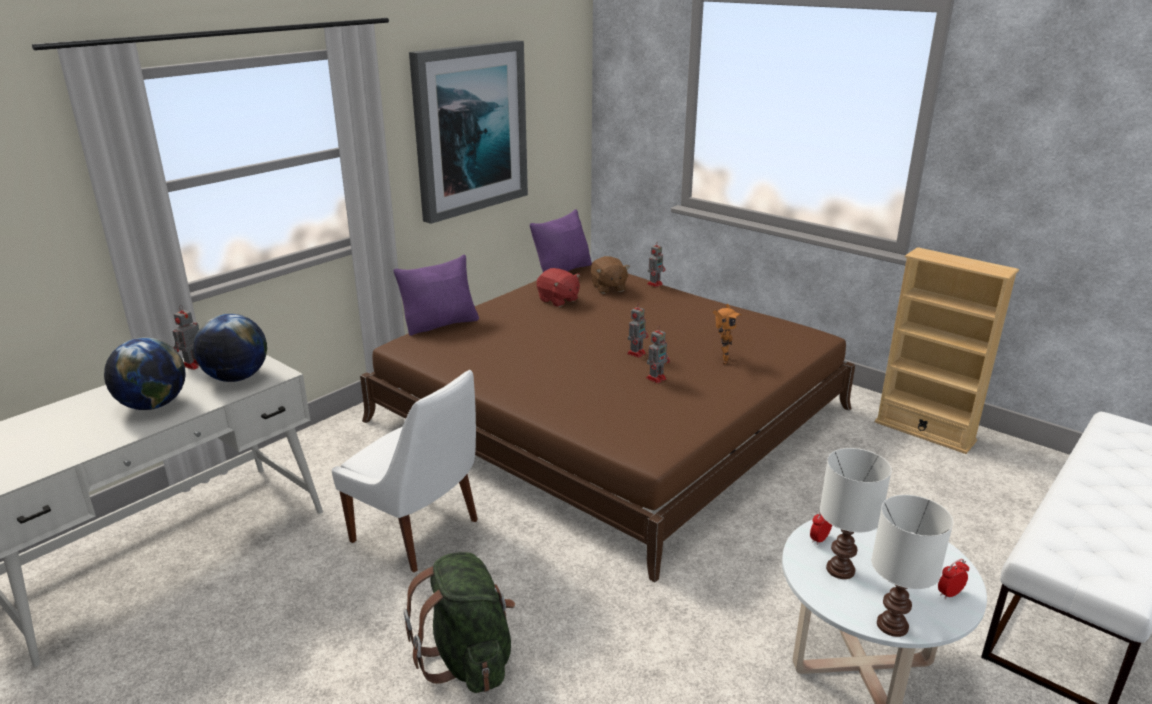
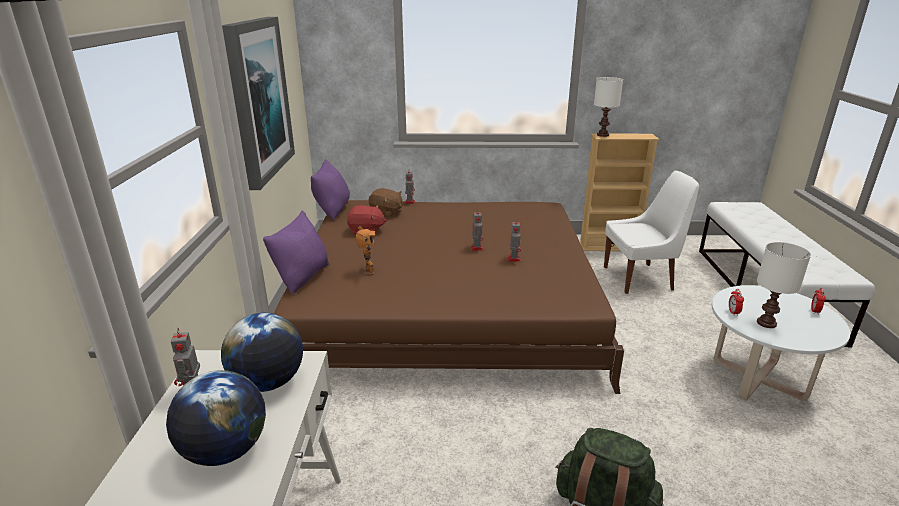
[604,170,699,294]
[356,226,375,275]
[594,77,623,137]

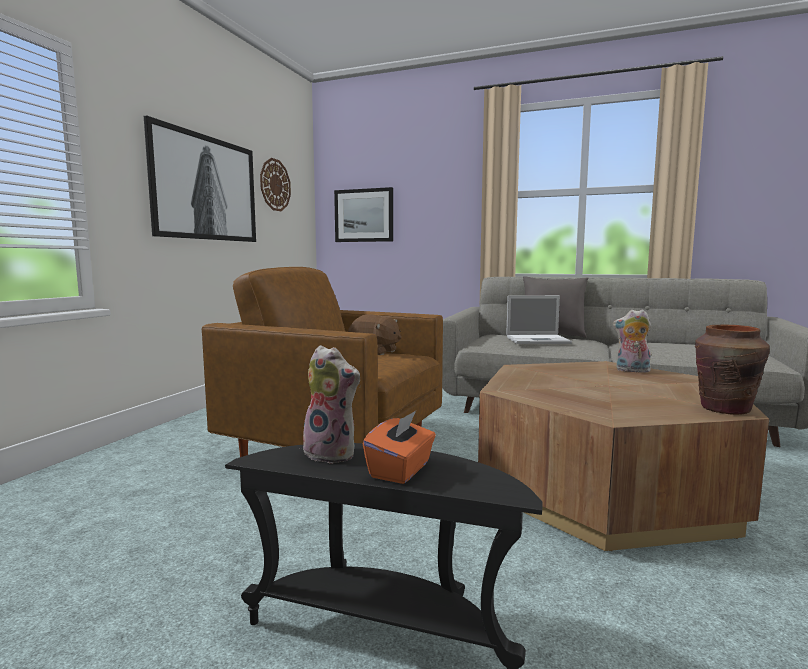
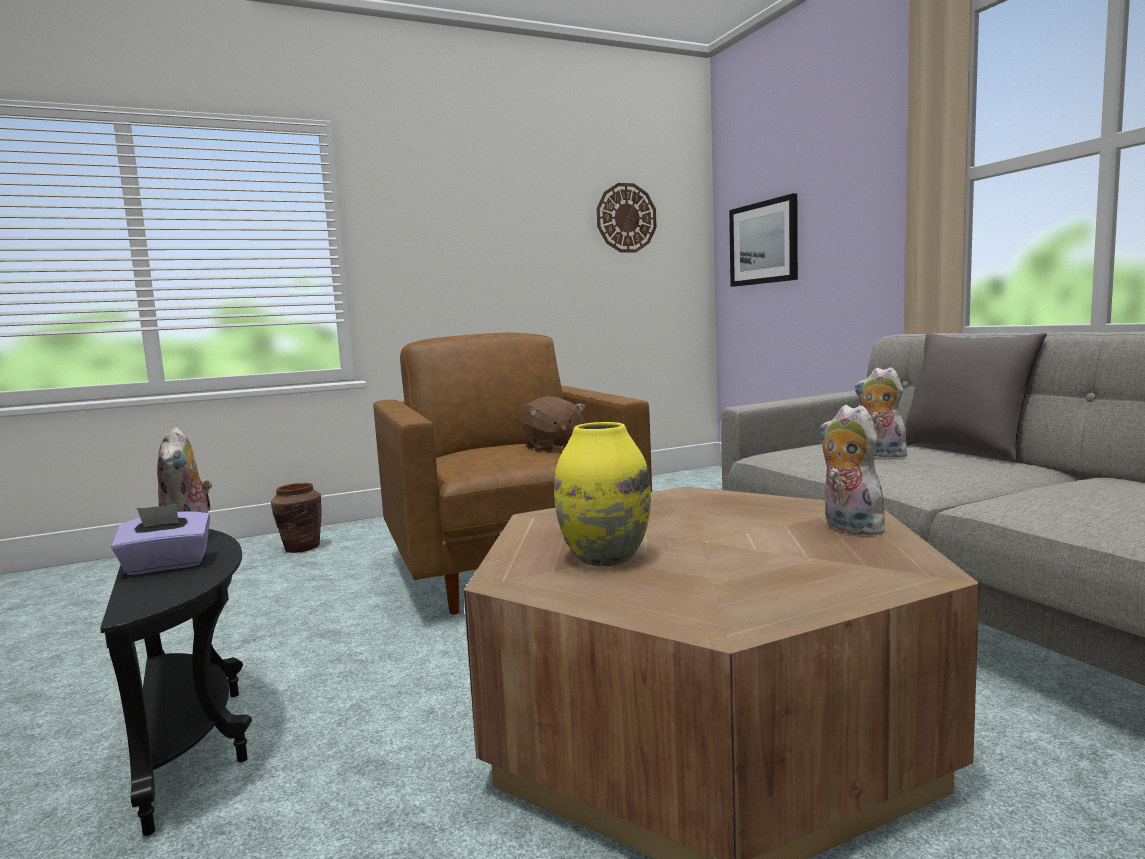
[144,116,256,242] (first image)
[554,422,651,566]
[271,483,322,553]
[855,367,907,458]
[111,504,210,575]

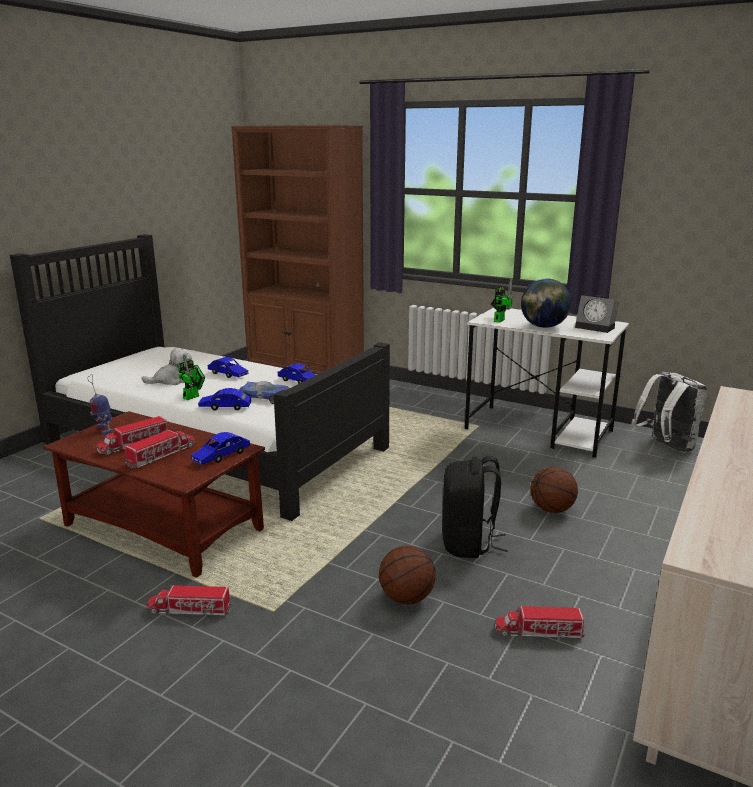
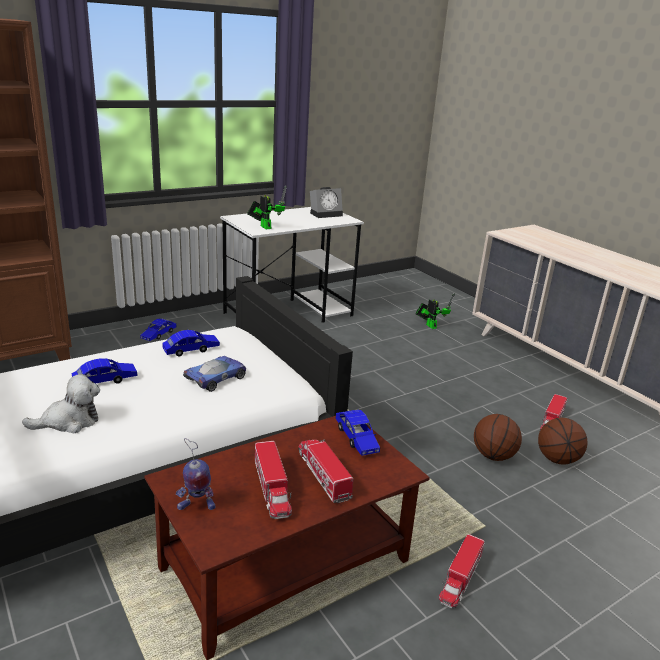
[442,456,508,558] (first image)
[521,278,571,328] (first image)
[631,372,708,453] (first image)
[415,293,455,329]
[140,318,176,341]
[538,418,588,465]
[22,374,100,434]

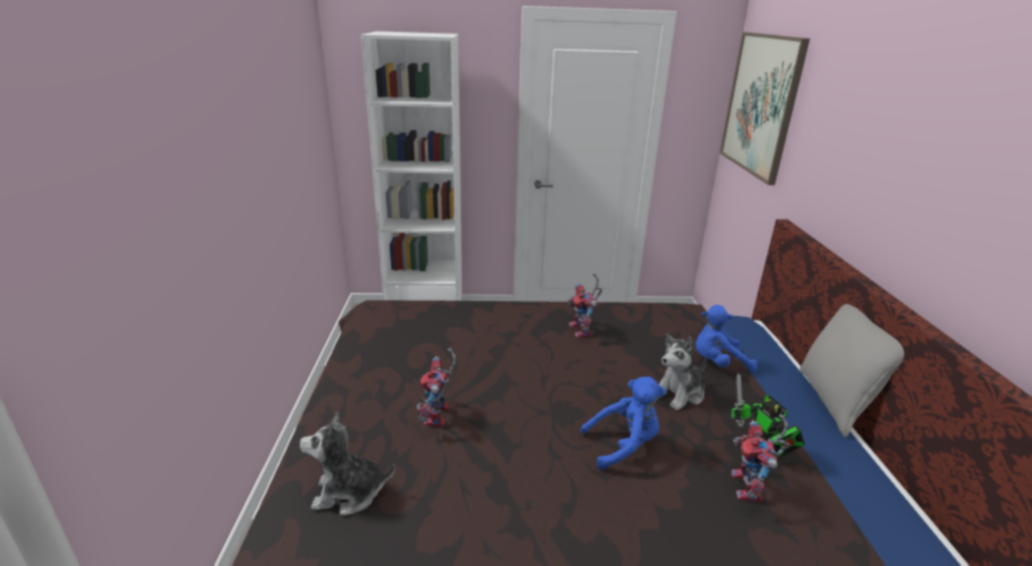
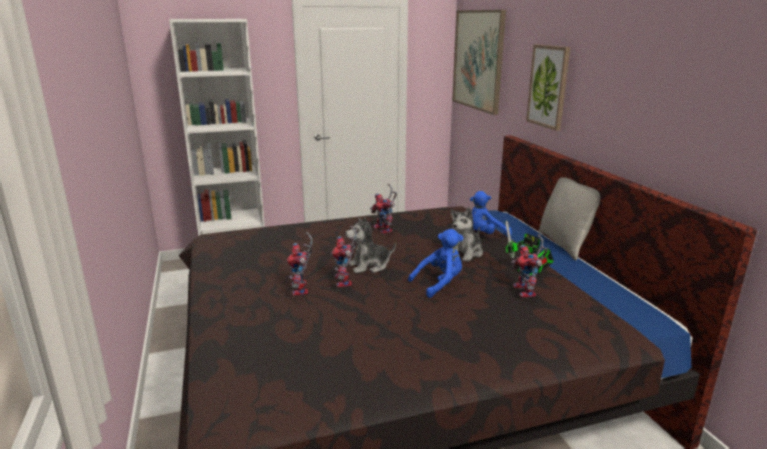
[331,226,357,287]
[526,44,570,131]
[345,217,396,273]

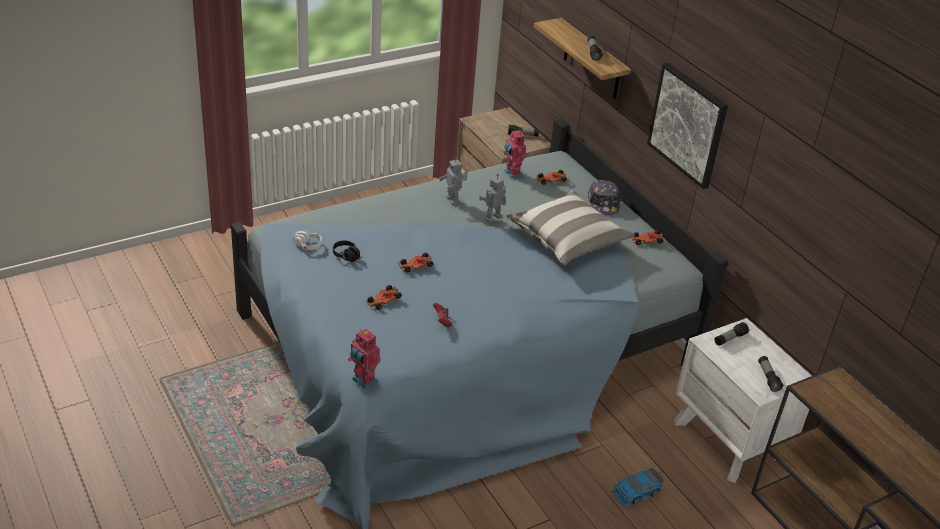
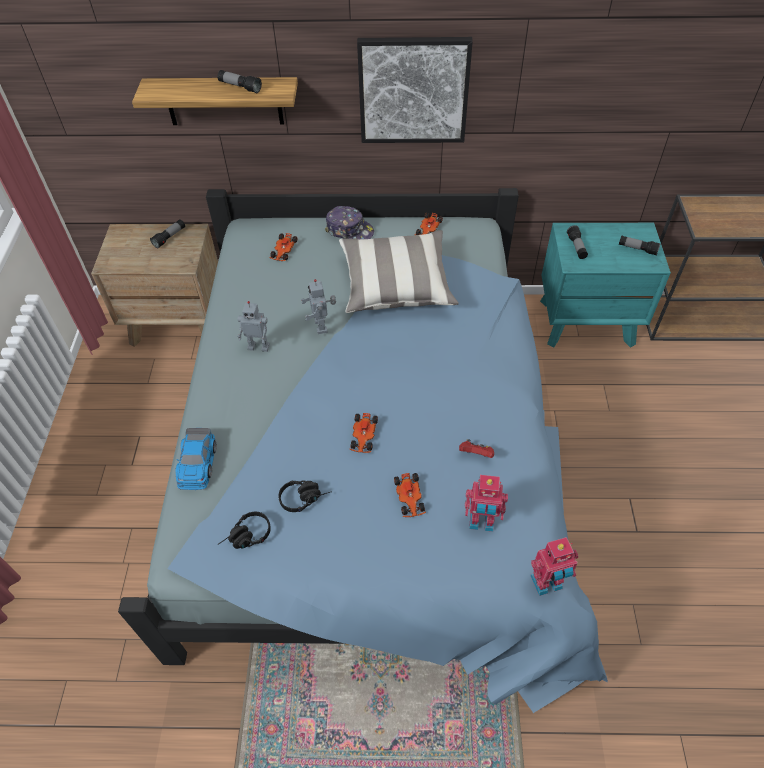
[465,475,508,532]
[175,428,217,490]
[218,511,271,549]
[540,223,671,348]

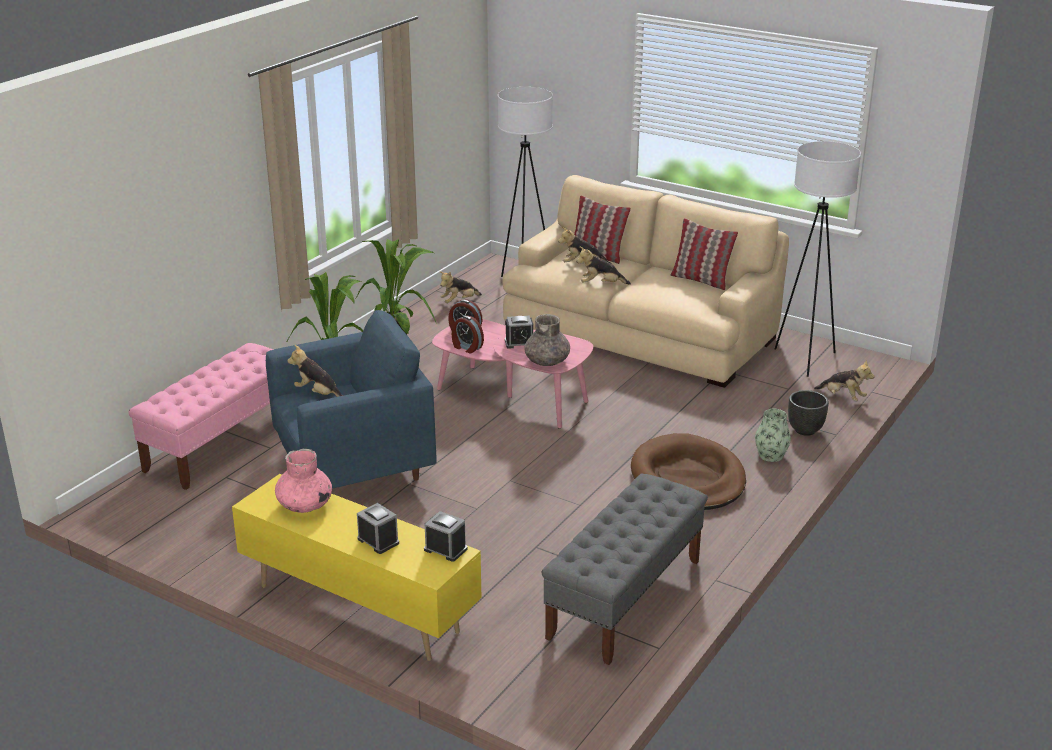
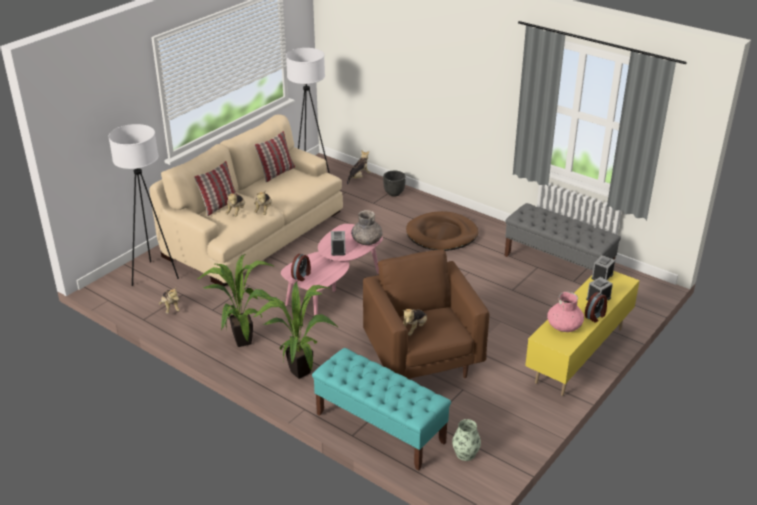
[585,292,607,323]
[452,419,481,461]
[312,348,451,471]
[363,249,489,380]

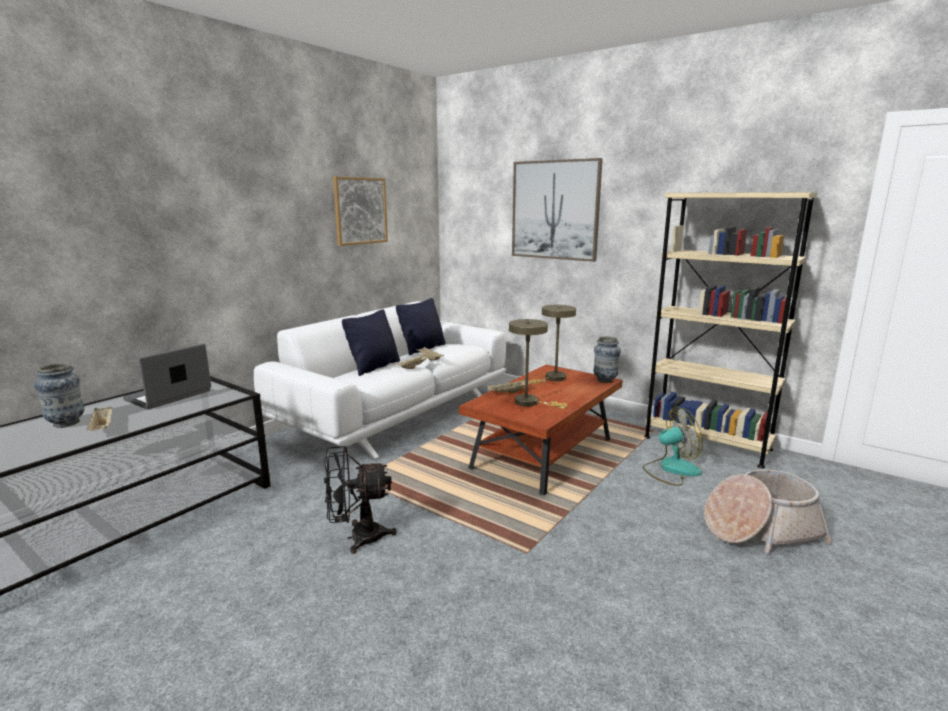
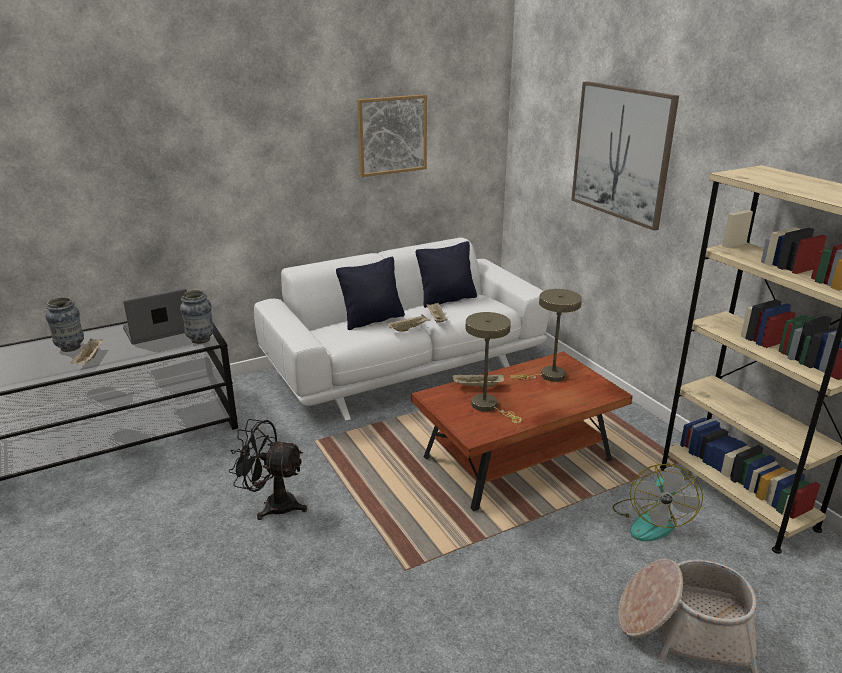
[180,290,214,344]
[612,464,703,541]

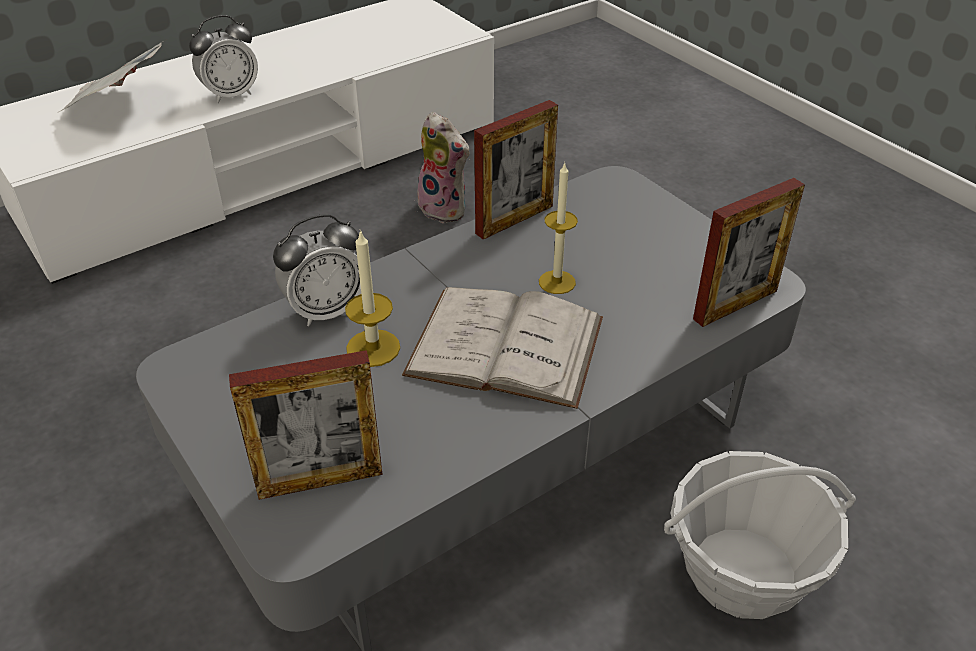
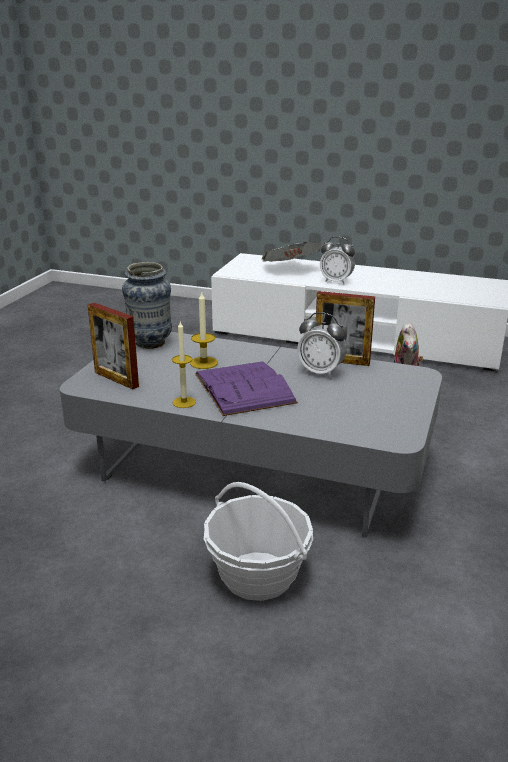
[693,178,805,327] (first image)
[122,262,172,349]
[297,312,347,378]
[172,322,196,408]
[195,361,298,416]

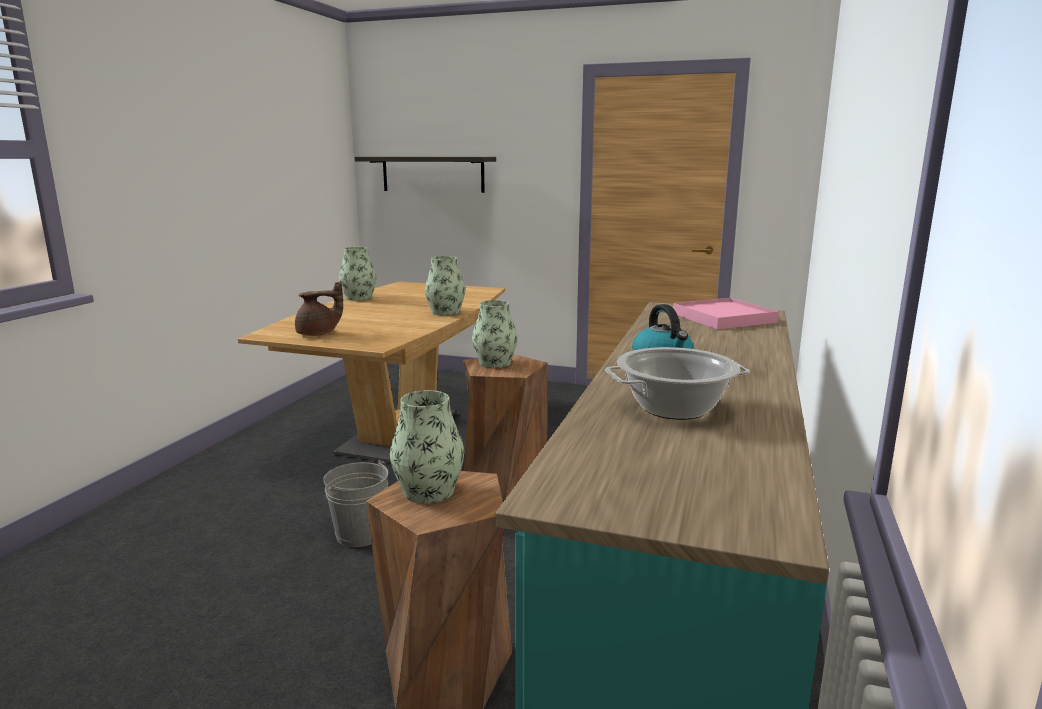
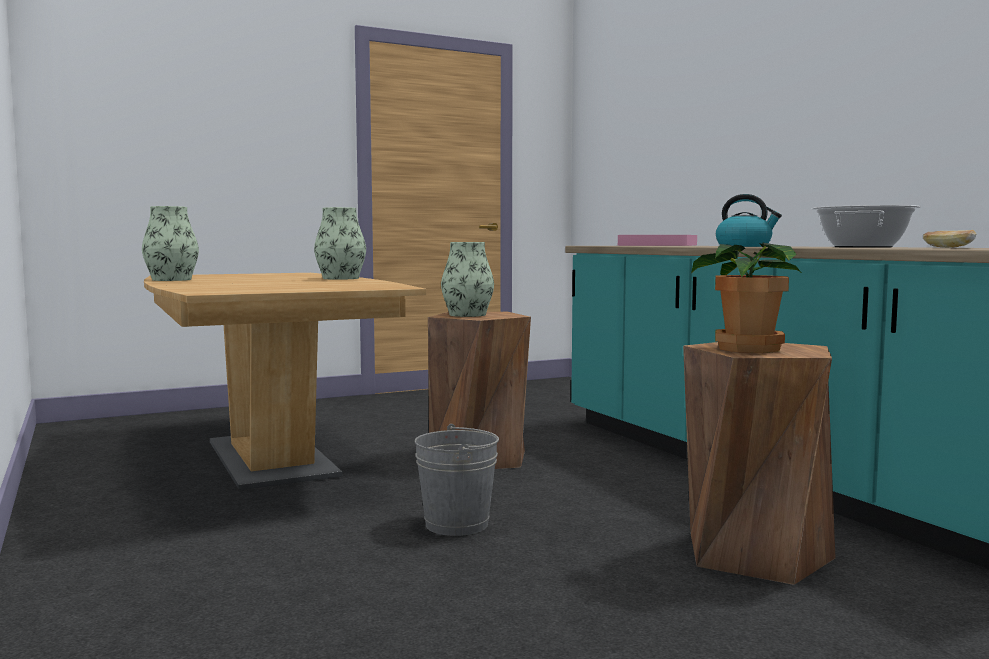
[295,281,343,336] (first image)
[355,157,496,193] (first image)
[923,230,976,248]
[691,242,801,353]

